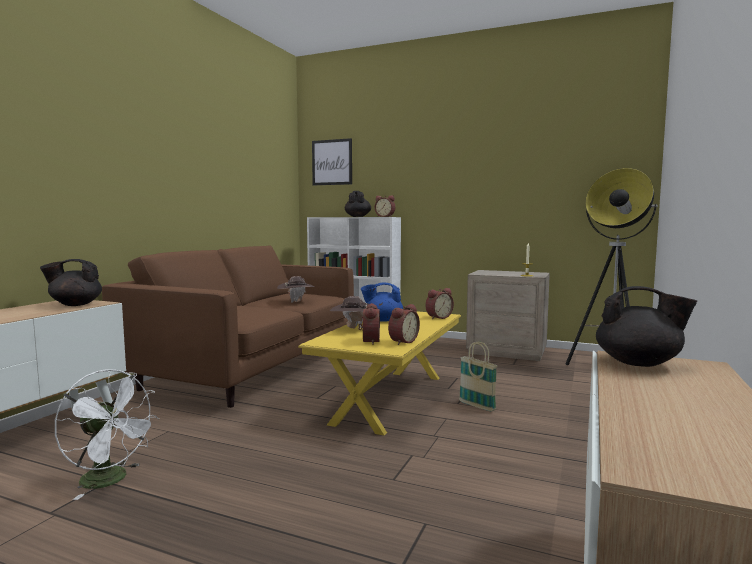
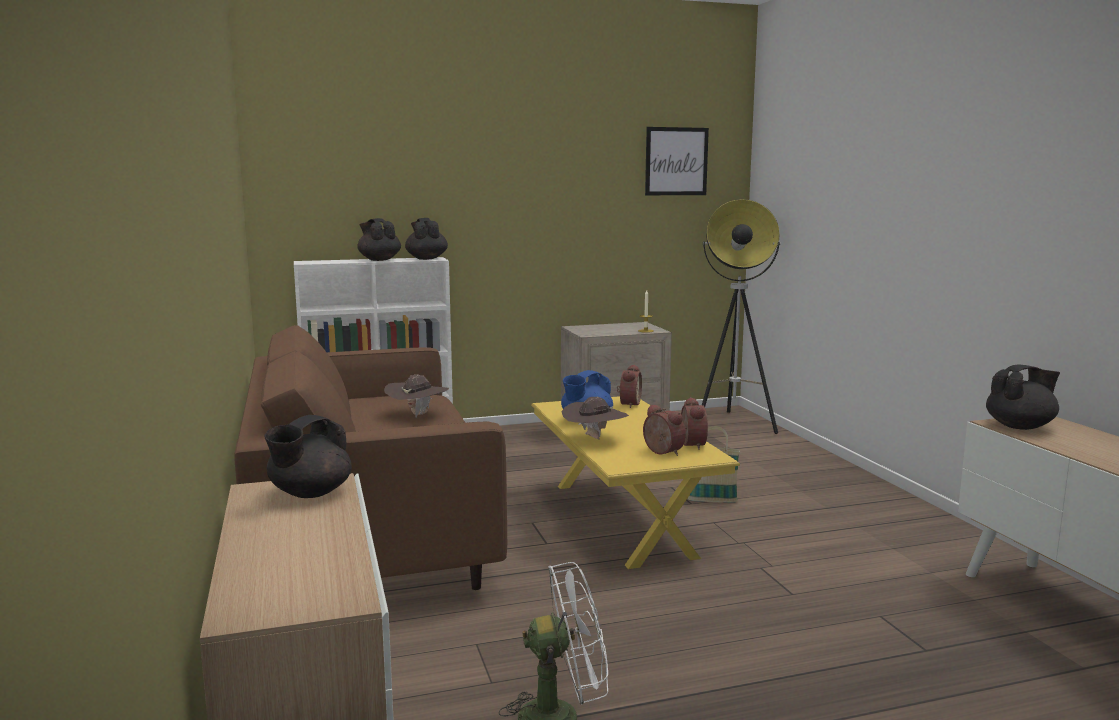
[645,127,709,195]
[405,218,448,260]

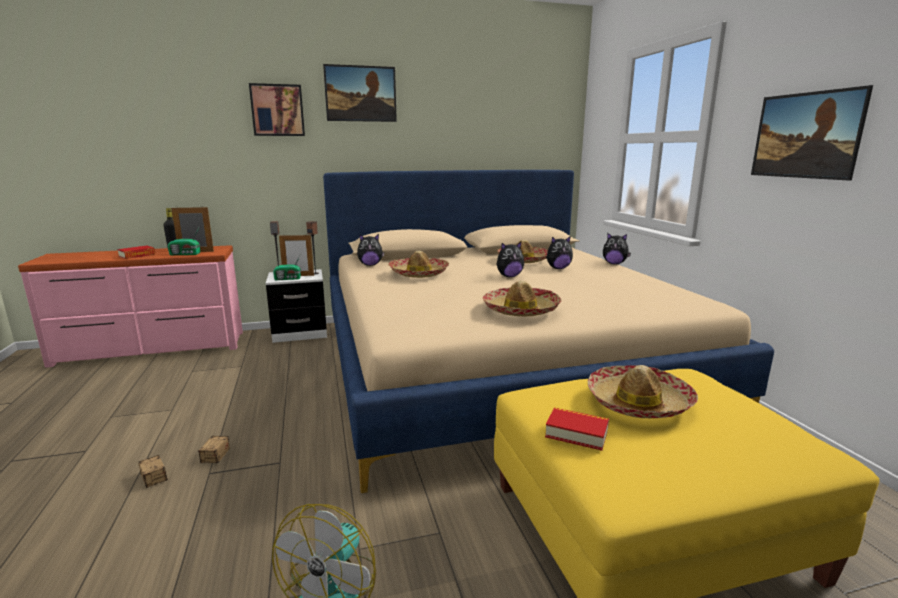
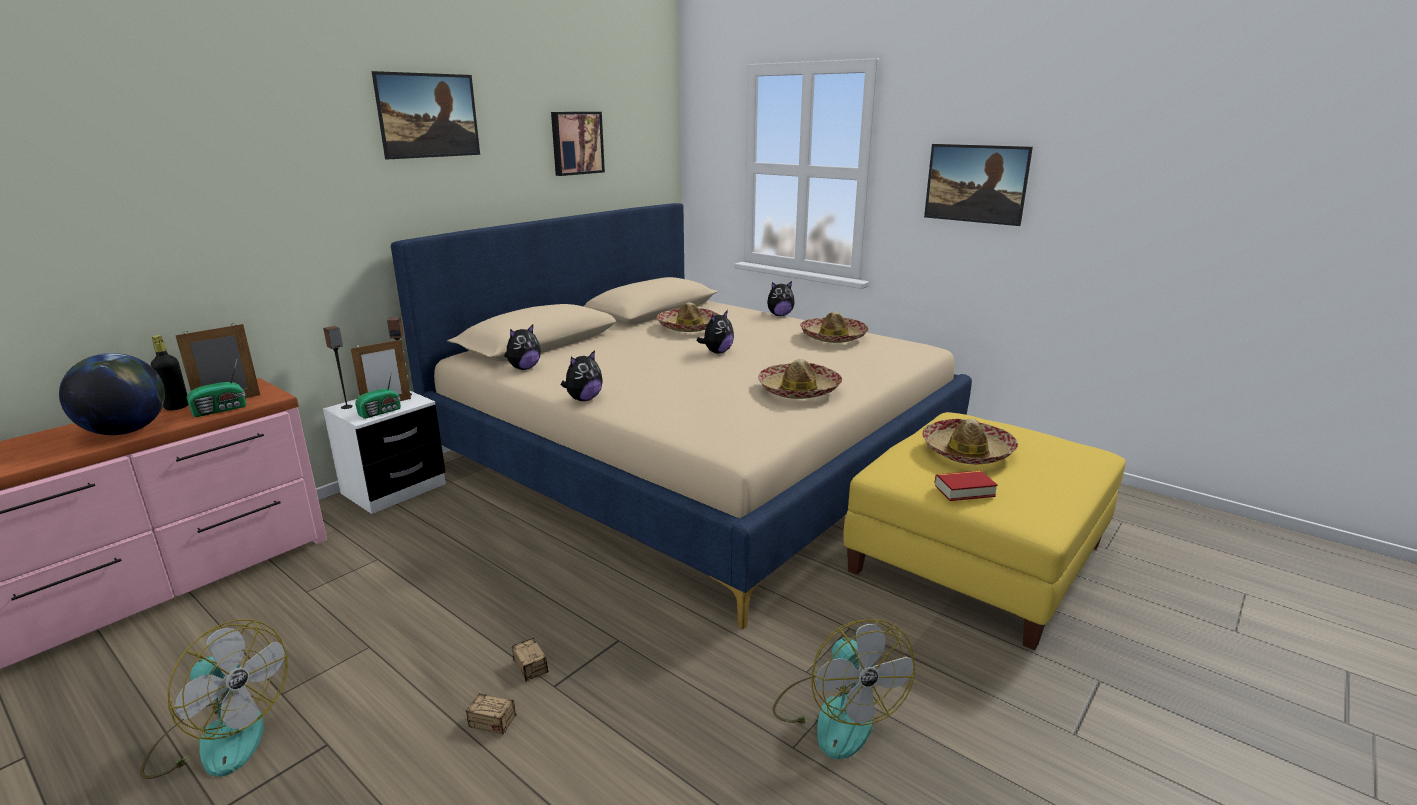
[140,619,288,779]
[551,112,605,176]
[800,312,868,343]
[561,350,603,401]
[59,353,165,435]

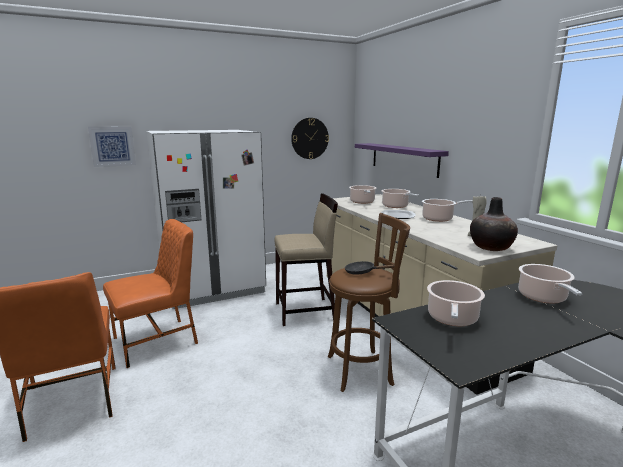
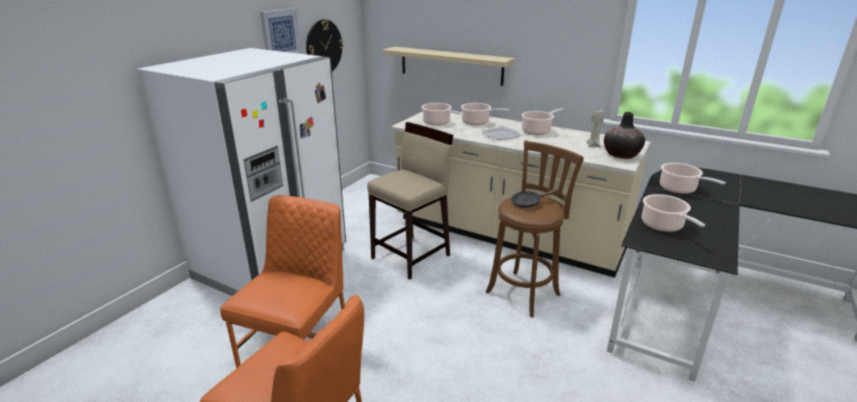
[260,8,302,54]
[382,47,515,86]

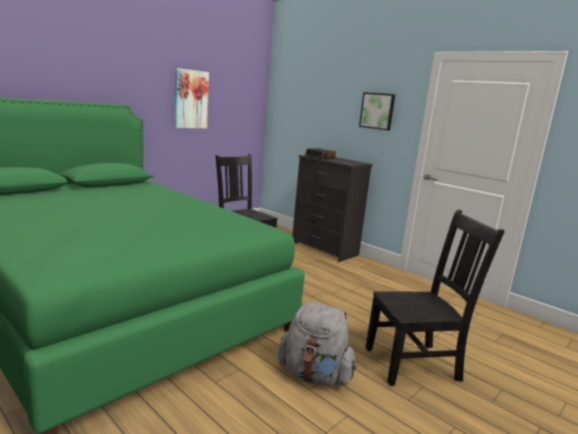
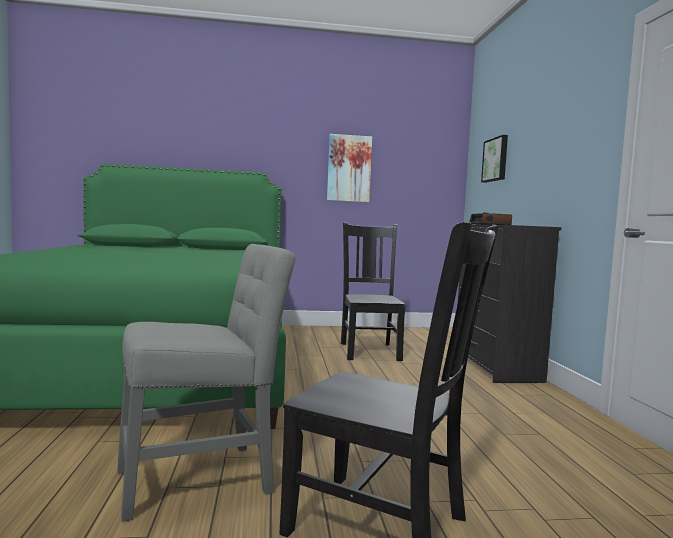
[481,135,508,183]
[117,244,295,522]

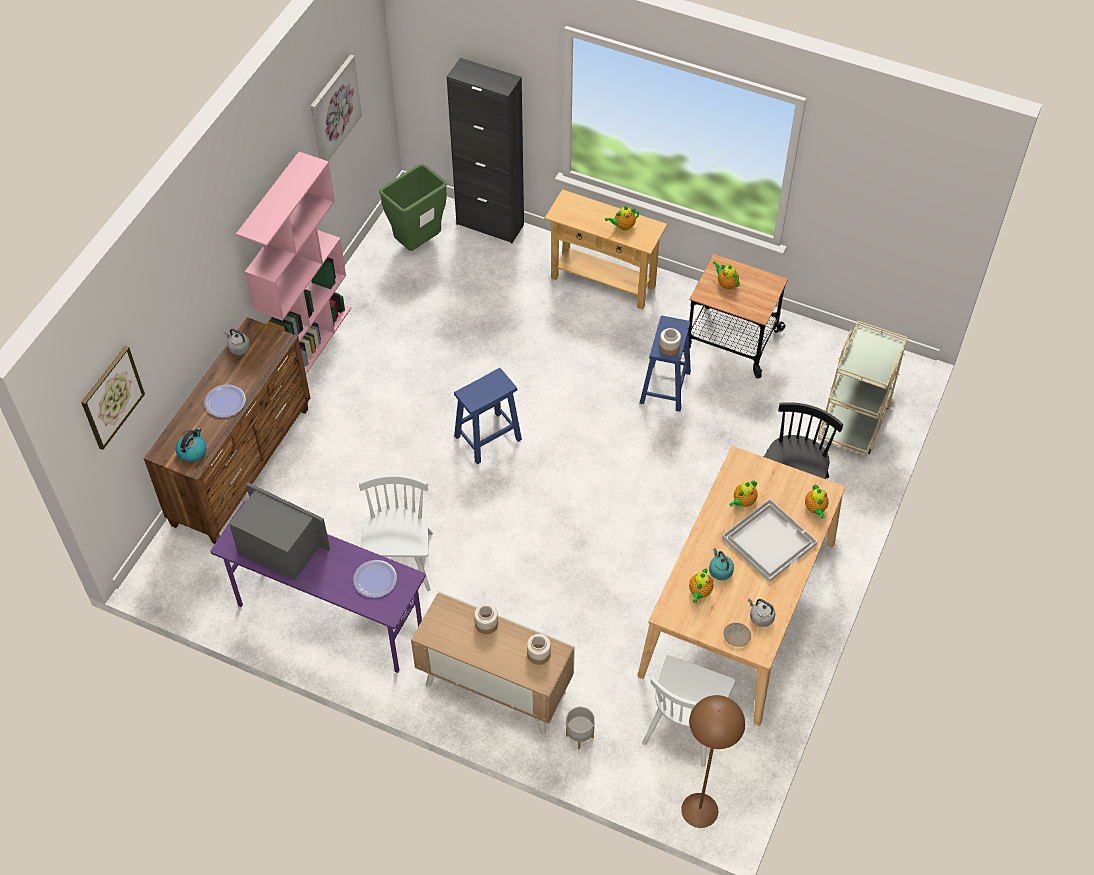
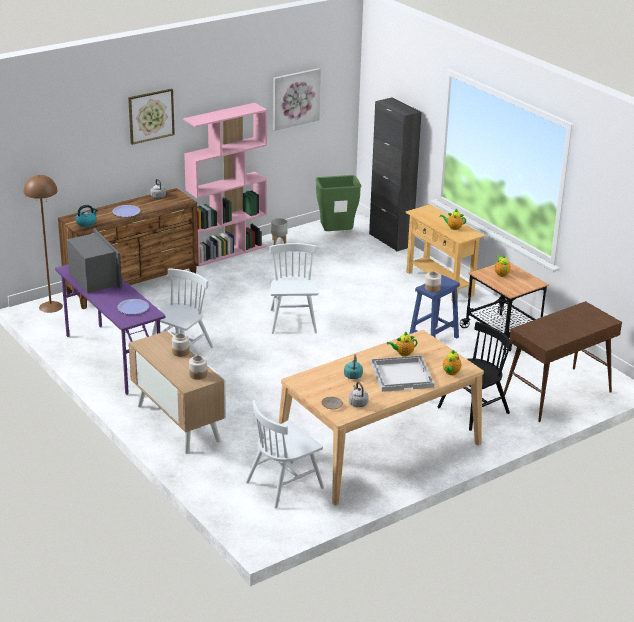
[689,568,714,603] (first image)
[128,88,175,145]
[271,218,288,245]
[24,175,63,313]
[270,243,319,334]
[504,301,622,422]

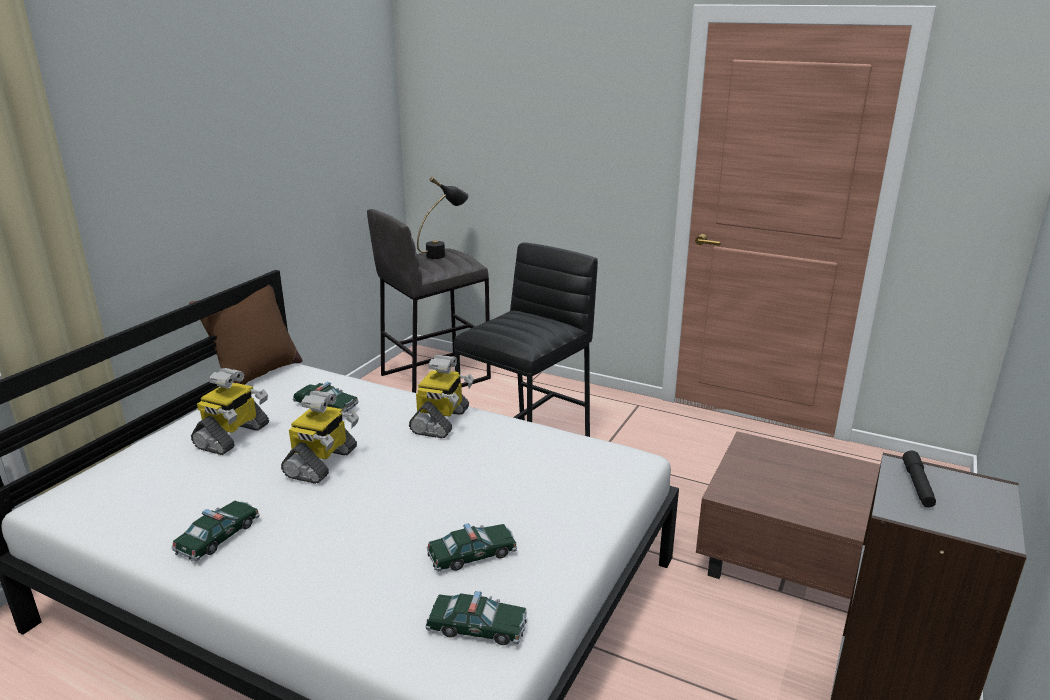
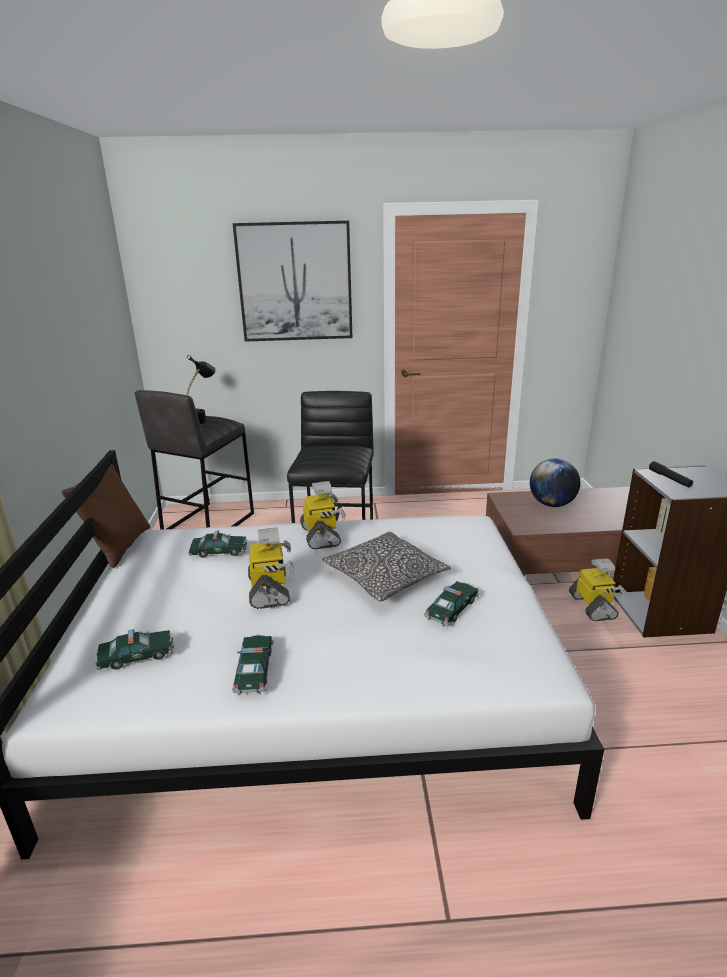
[233,221,352,342]
[322,532,451,601]
[530,458,580,507]
[569,558,627,621]
[96,629,174,670]

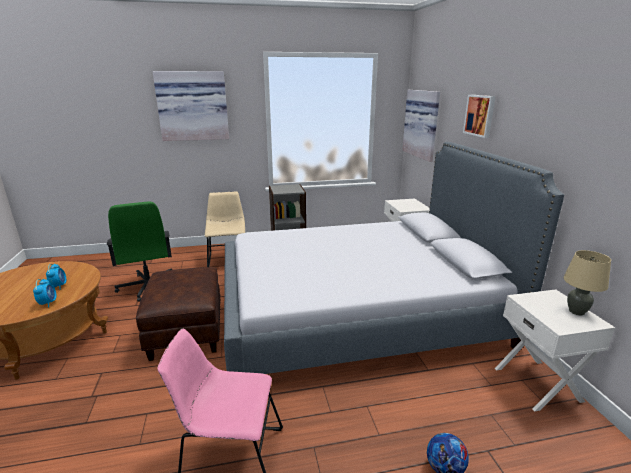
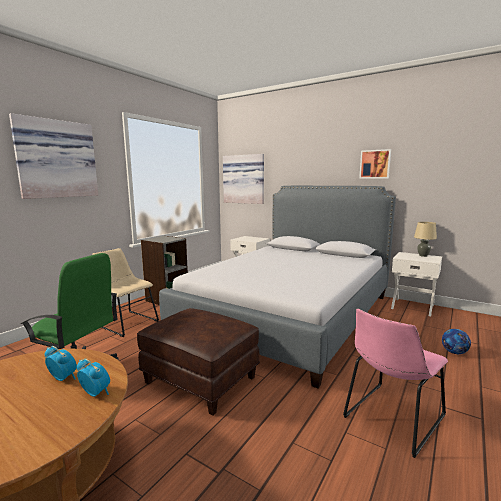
[359,149,391,179]

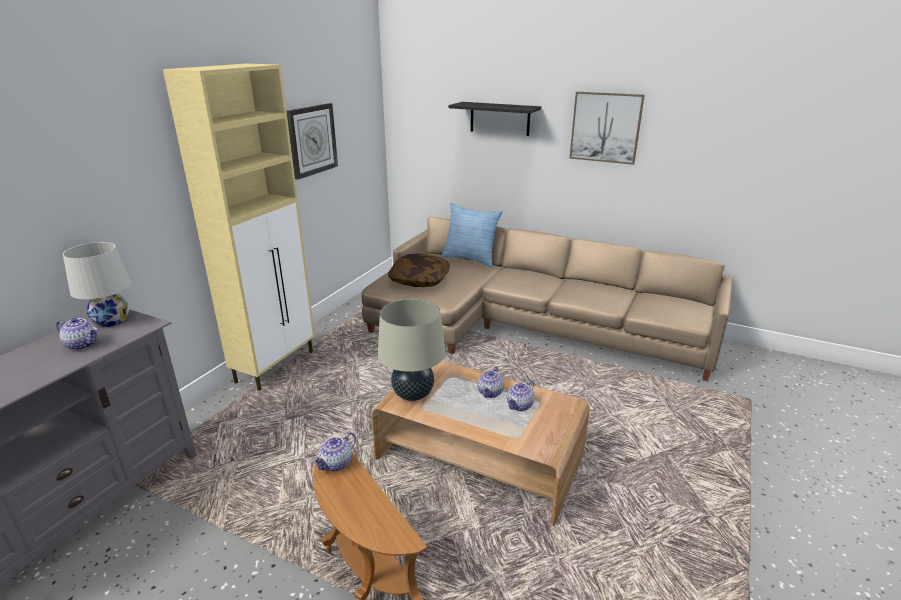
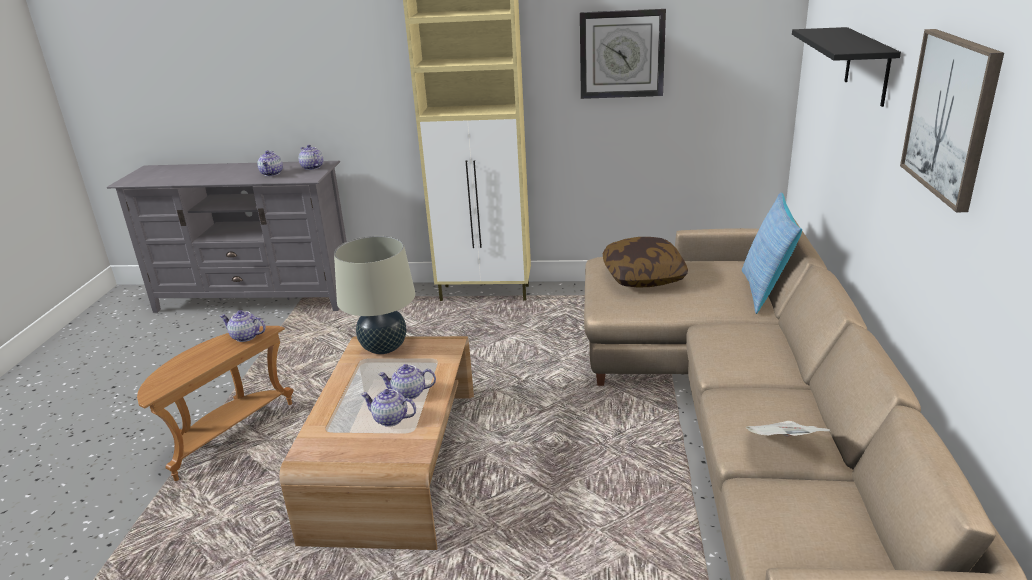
[746,421,830,437]
[299,145,323,170]

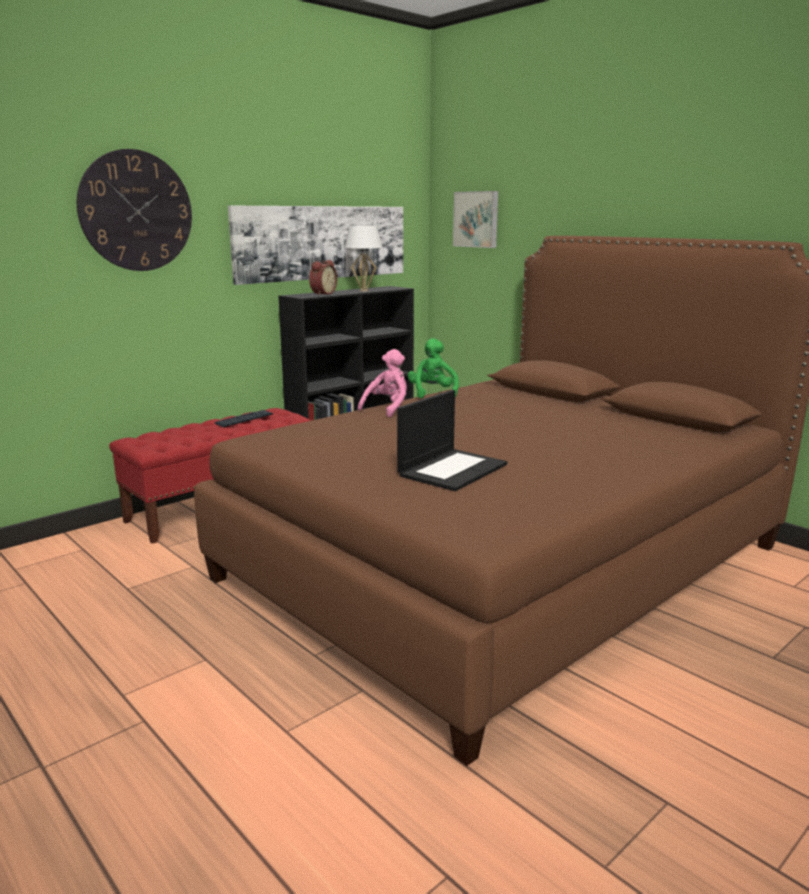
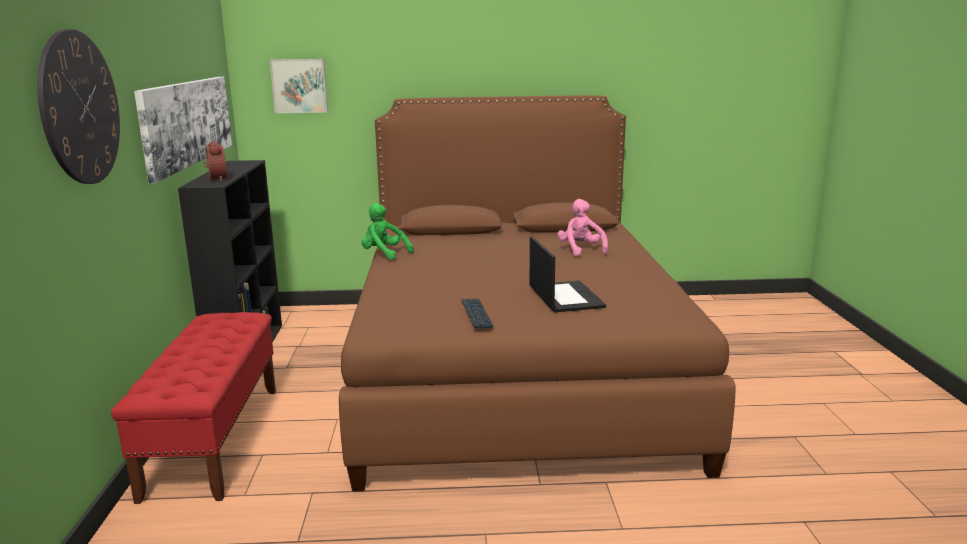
[344,225,383,292] (first image)
[461,299,493,328]
[557,199,608,256]

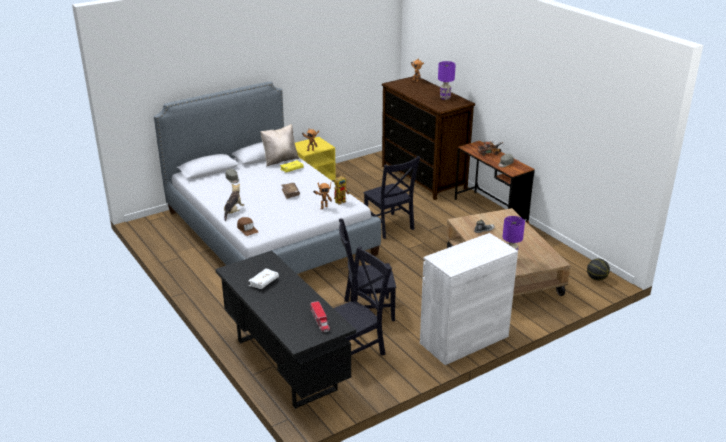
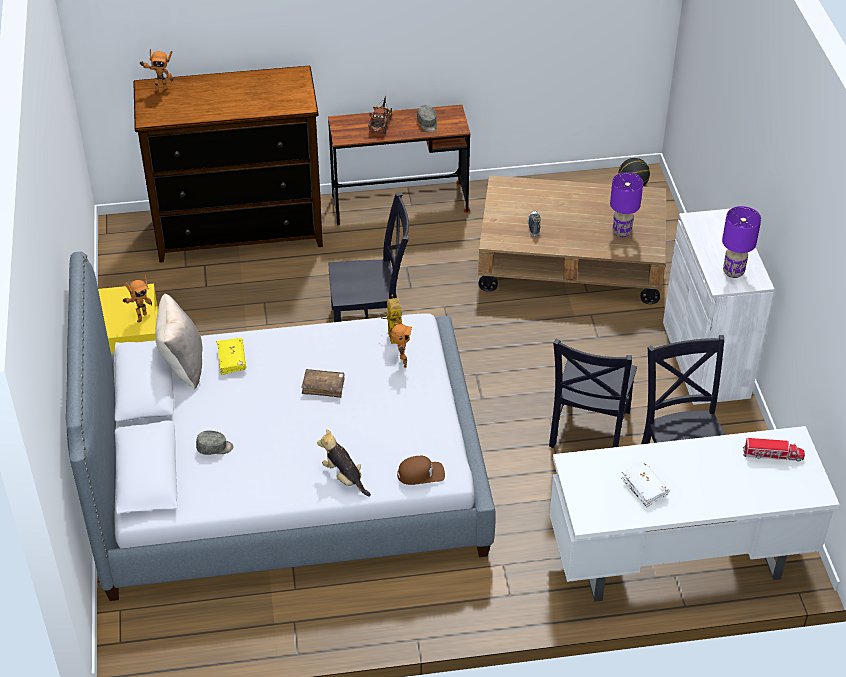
[722,206,761,278]
[550,426,840,602]

